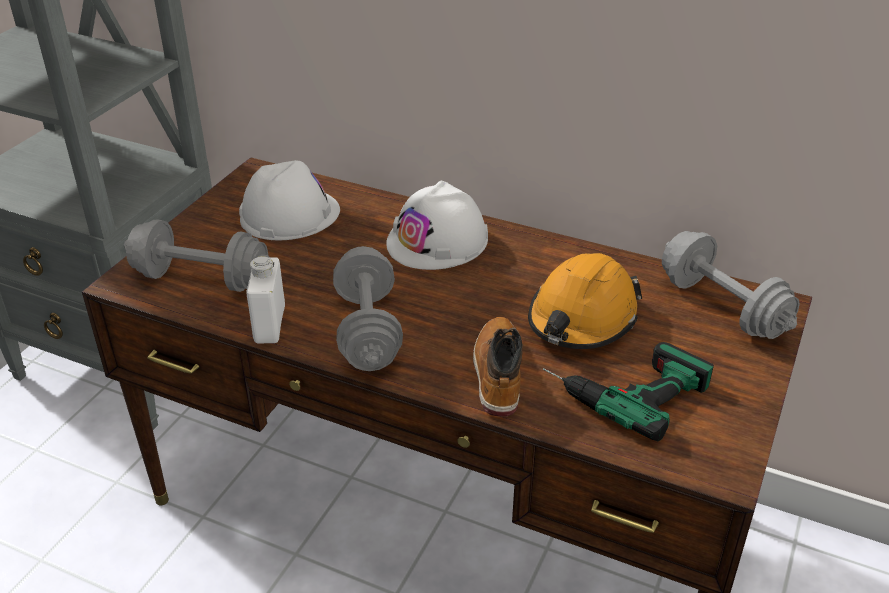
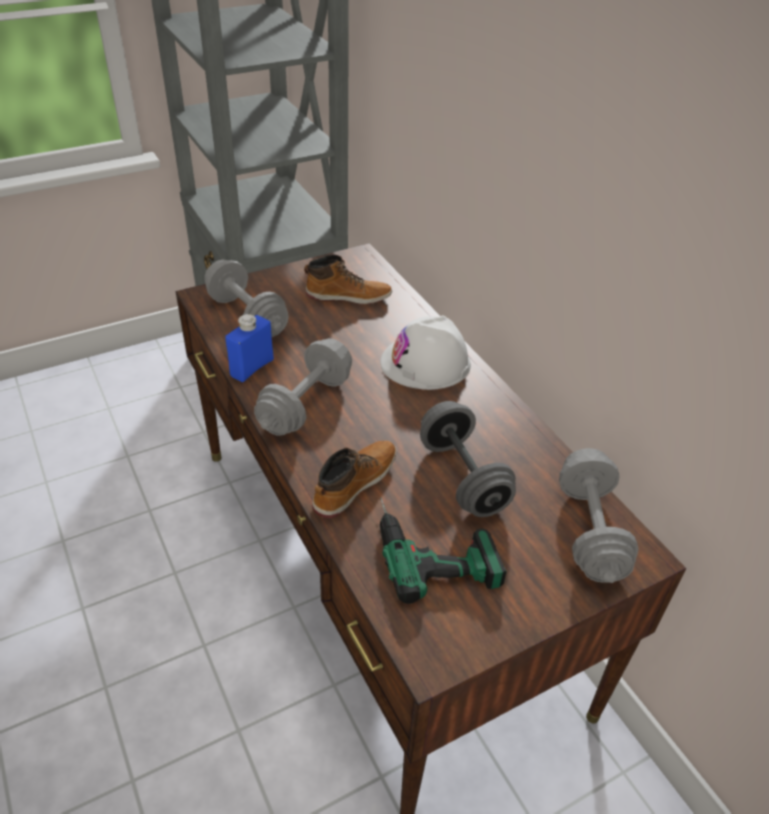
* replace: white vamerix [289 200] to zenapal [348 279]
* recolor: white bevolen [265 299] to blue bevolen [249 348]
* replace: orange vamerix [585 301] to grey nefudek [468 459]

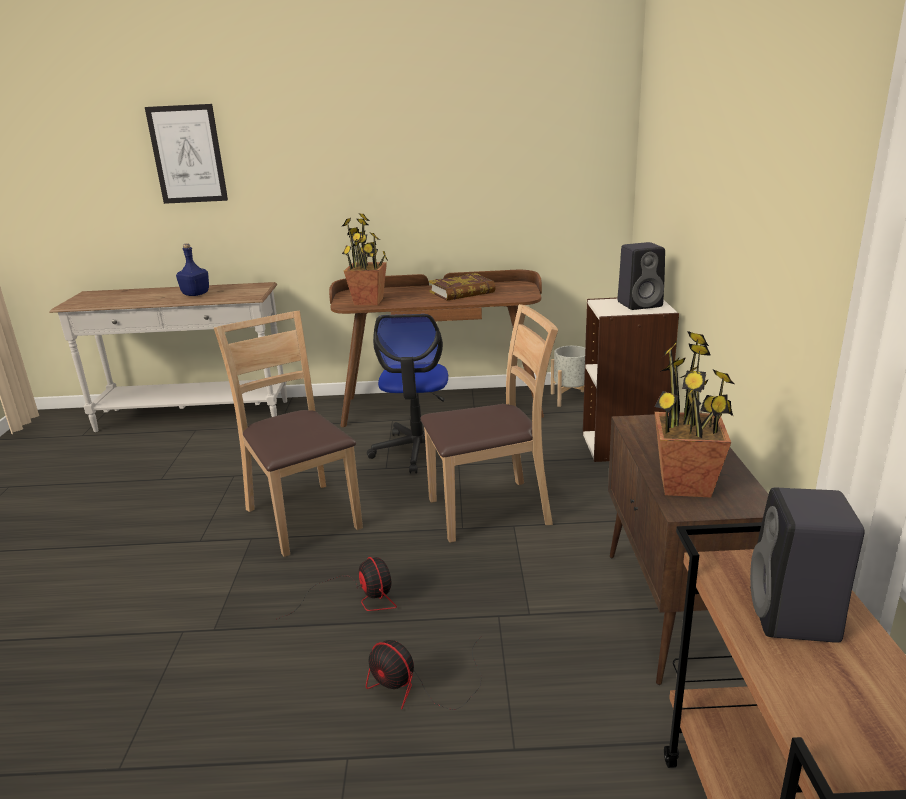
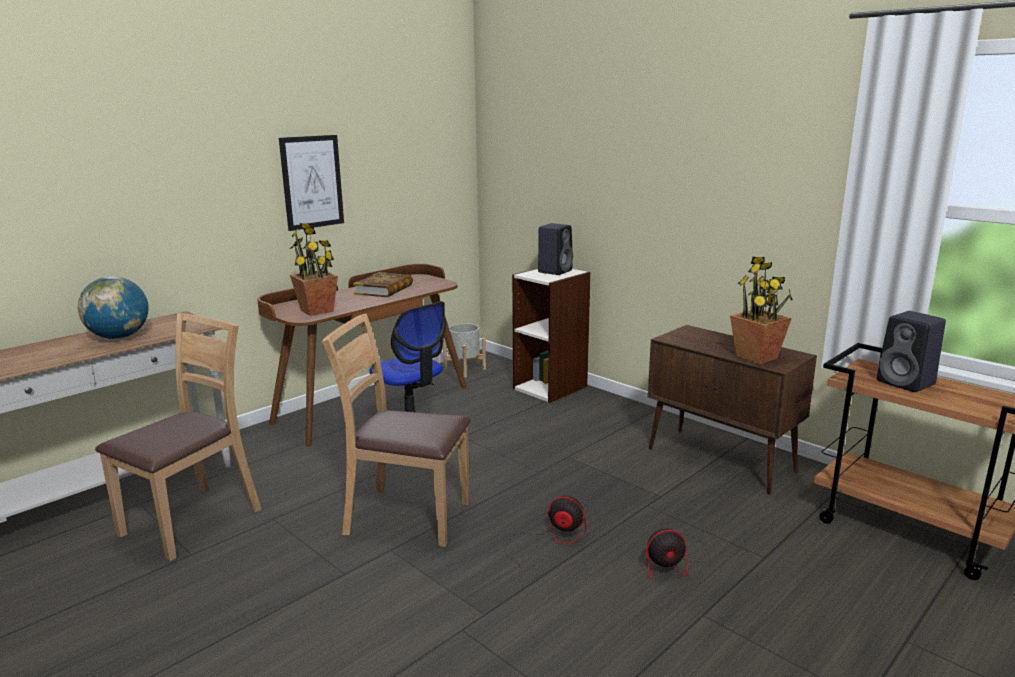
* move: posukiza [186 154] to [311 183]
* replace: blue bevolen [192 269] to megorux [113 307]
* move: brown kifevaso [489 423] to [178 437]

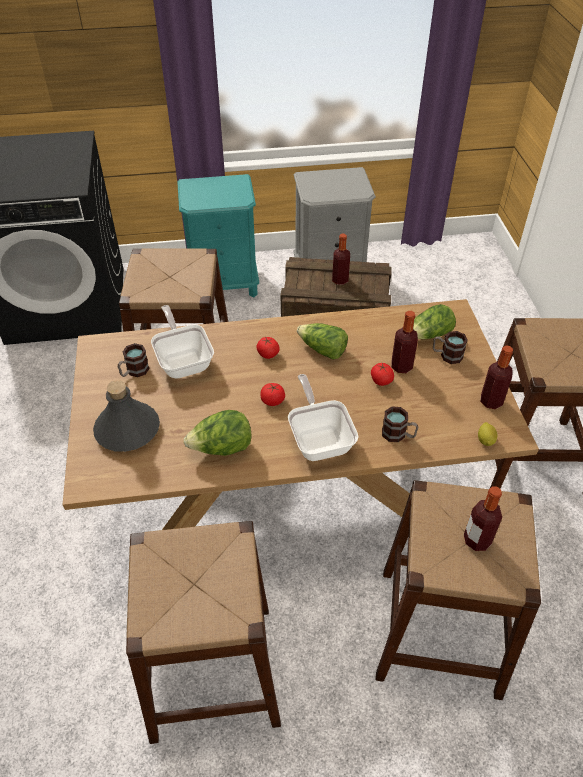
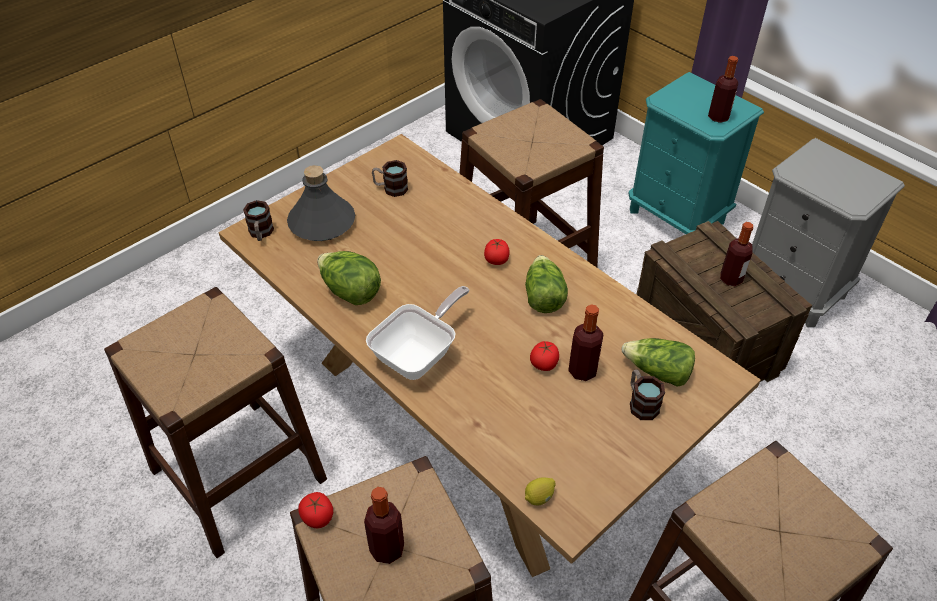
* delete: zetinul [182 342]
* move: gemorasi [273 394] to [315 510]
* move: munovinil [400 424] to [258 220]
* move: bevolen [496 377] to [723 89]

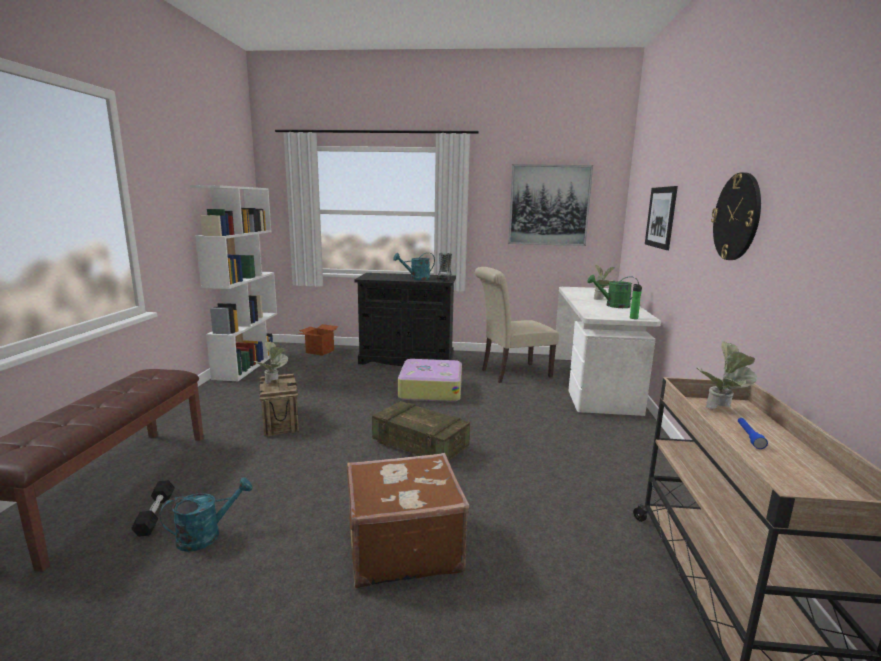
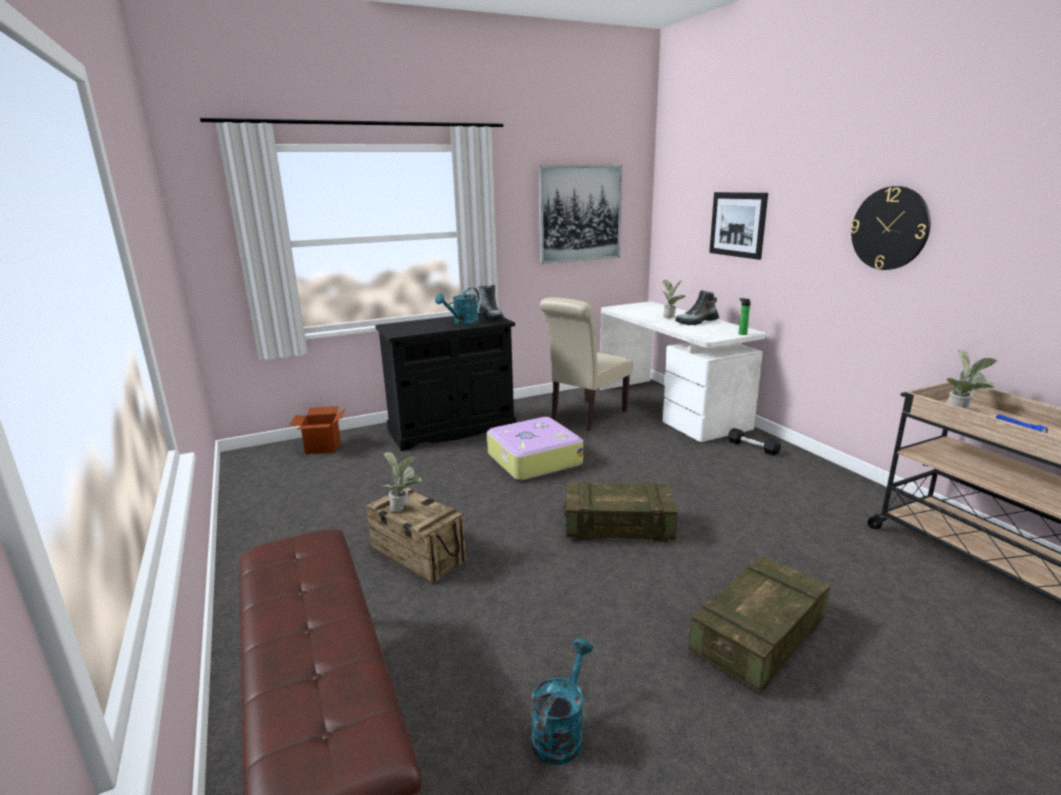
* move: black nefudek [153 508] to [754 442]
* delete: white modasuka [233 283]
* replace: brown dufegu [408 520] to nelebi [759 624]
* replace: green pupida [613 291] to zenapal [697 307]

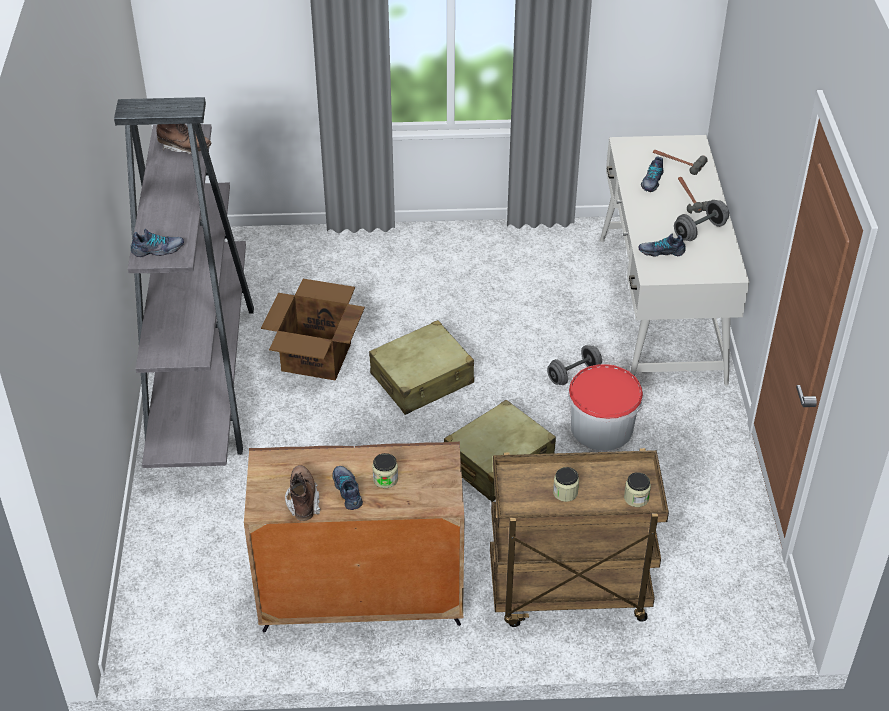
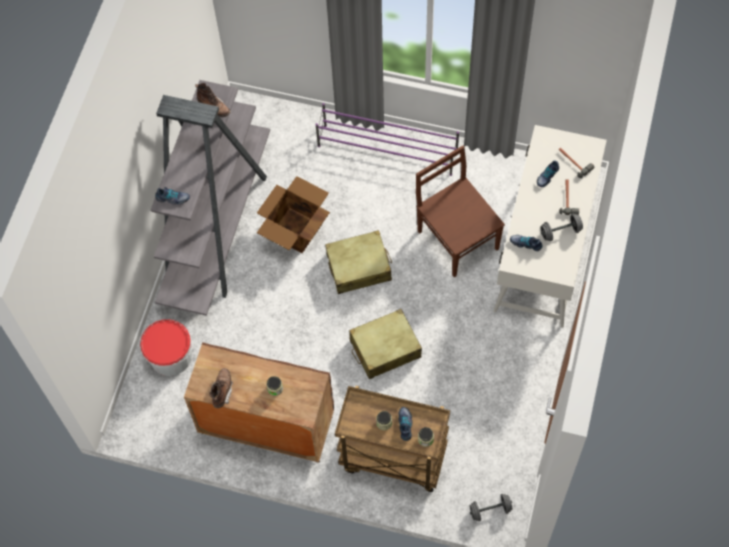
* move: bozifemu [347 488] to [405 424]
* move: grey nefudek [574 365] to [491 507]
* move: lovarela [605 407] to [166 347]
* insert: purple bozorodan [387 139]
* insert: brown kifevaso [460 211]

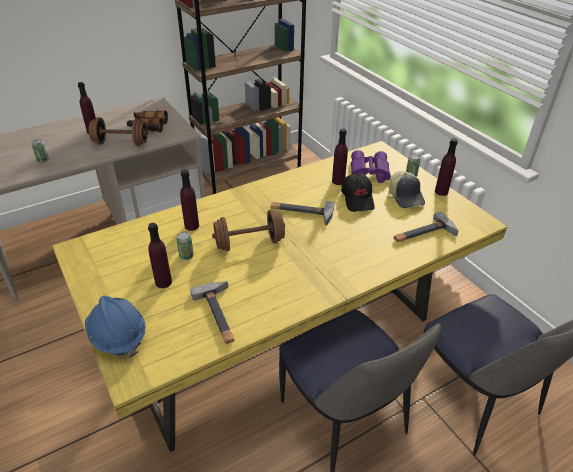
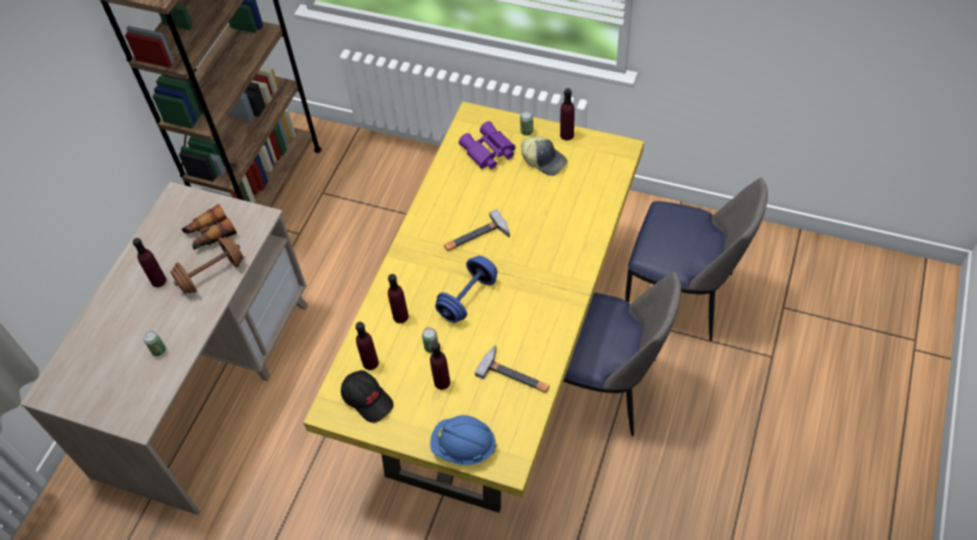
* recolor: brown nefudek [248 231] to blue nefudek [466 289]
* move: purple bevolen [340 156] to [367 346]
* move: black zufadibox [358 193] to [367 396]
* delete: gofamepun [426 227]

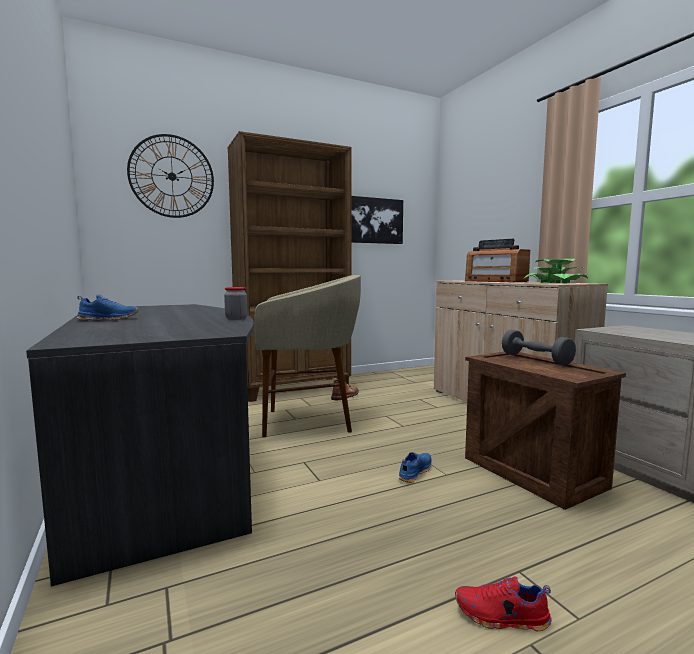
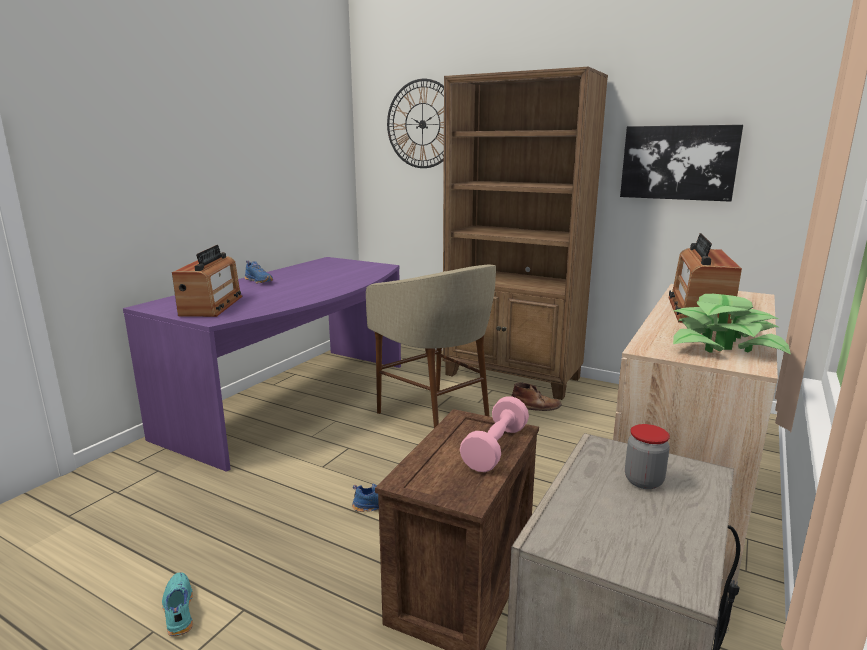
* recolor: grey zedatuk [140 445] to purple zedatuk [262 364]
* move: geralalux [235 303] to [647 456]
* recolor: red bozifemu [503 603] to turquoise bozifemu [177 604]
* recolor: grey nefudek [539 347] to pink nefudek [494 434]
* insert: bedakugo [207 281]

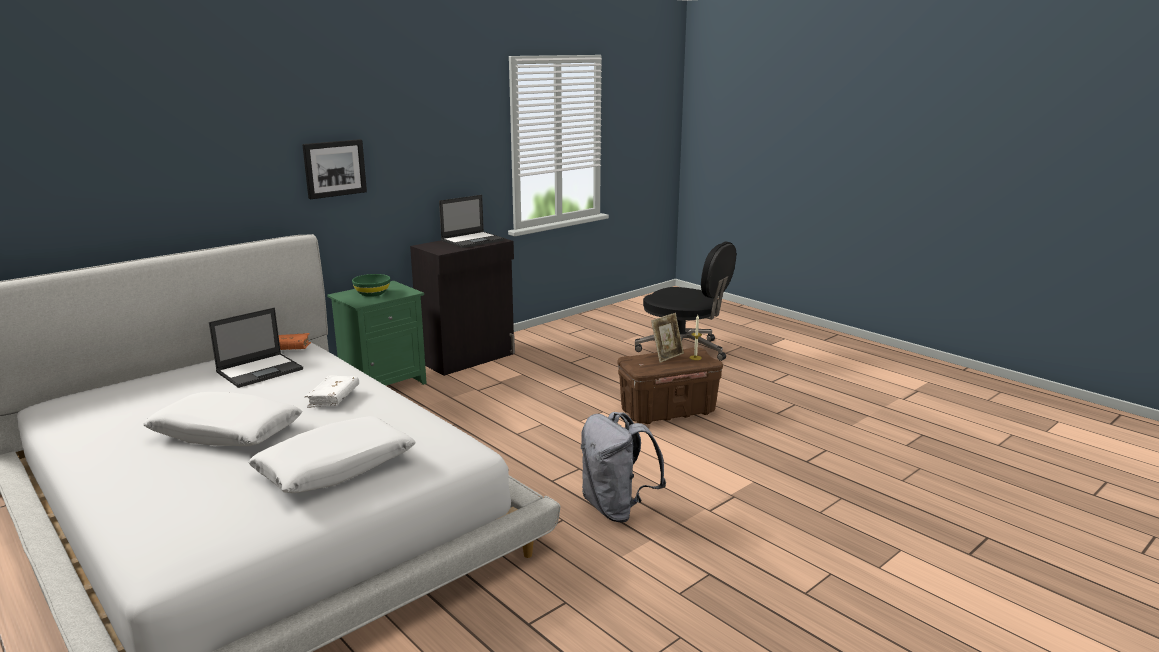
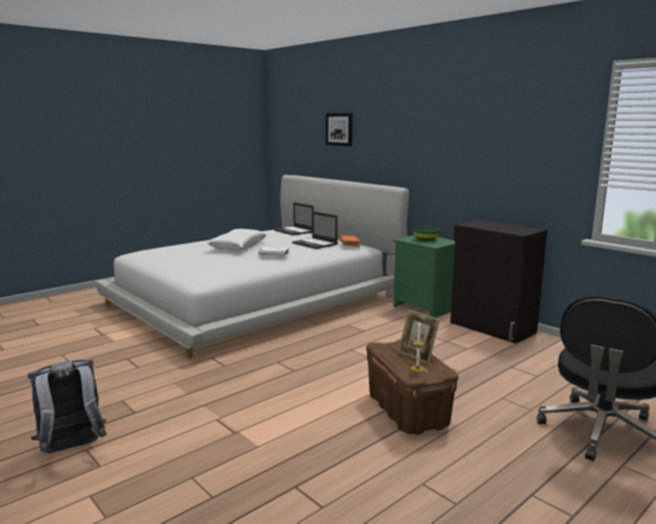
* delete: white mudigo [332 454]
* move: posukiza [334 169] to [339 129]
* move: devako [472 221] to [294 219]
* move: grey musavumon [623 467] to [67 406]

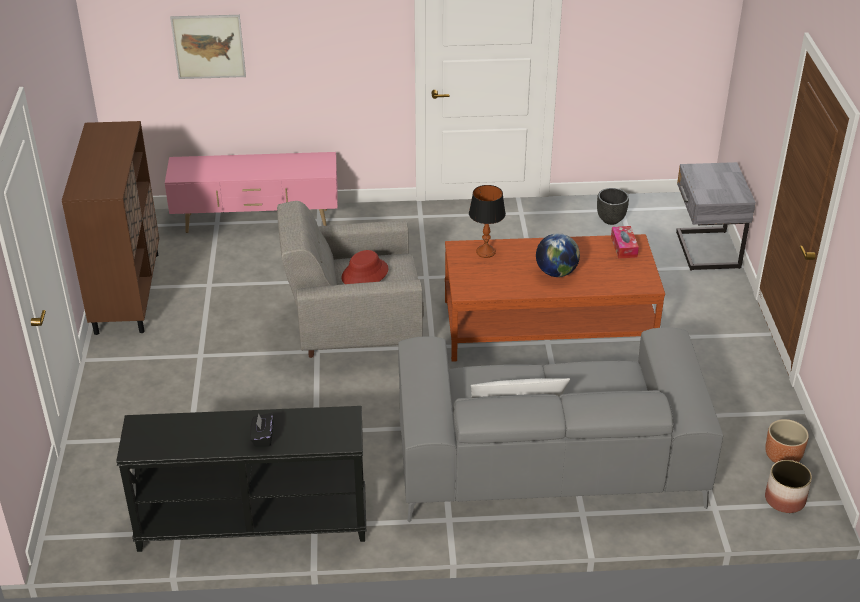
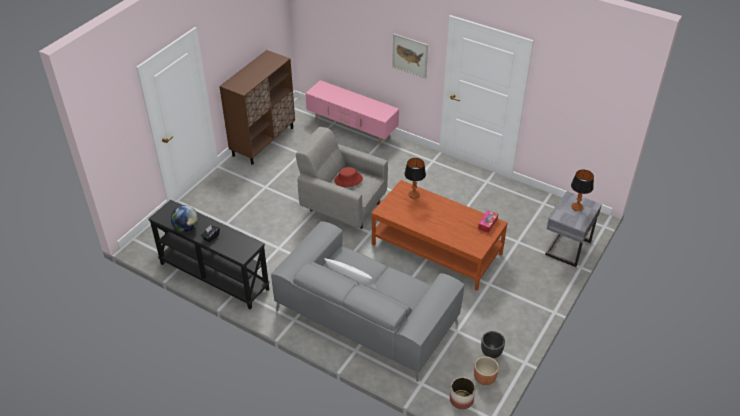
* move: posukiza [208 47] to [410 56]
* move: megorux [558 255] to [185 218]
* move: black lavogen [613 206] to [493 344]
* insert: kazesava [582 190]

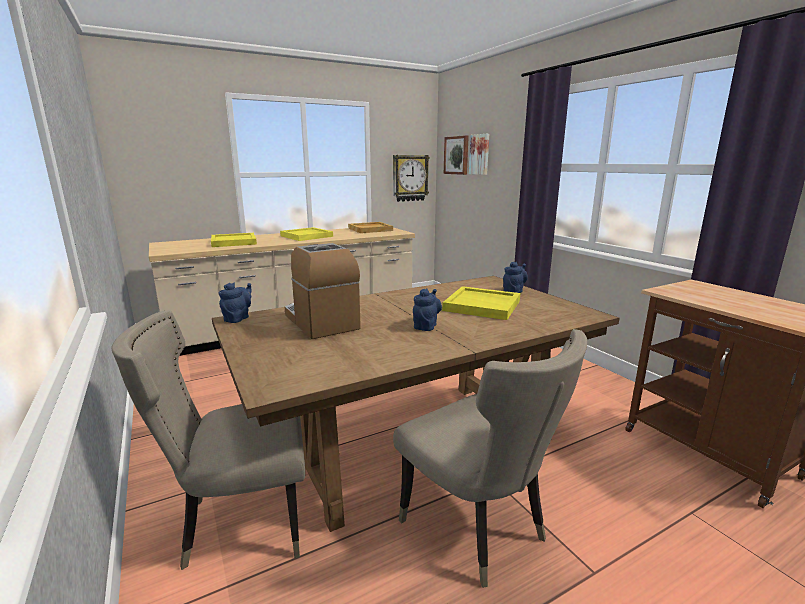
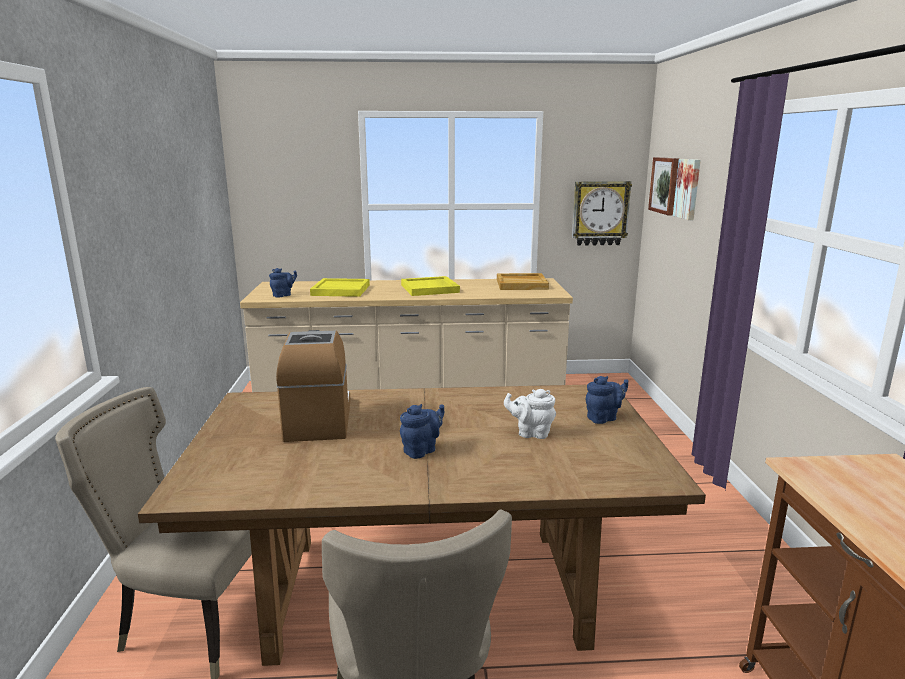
* move: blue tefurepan [235 303] to [283 283]
* replace: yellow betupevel [481 303] to white tefurepan [530 414]

